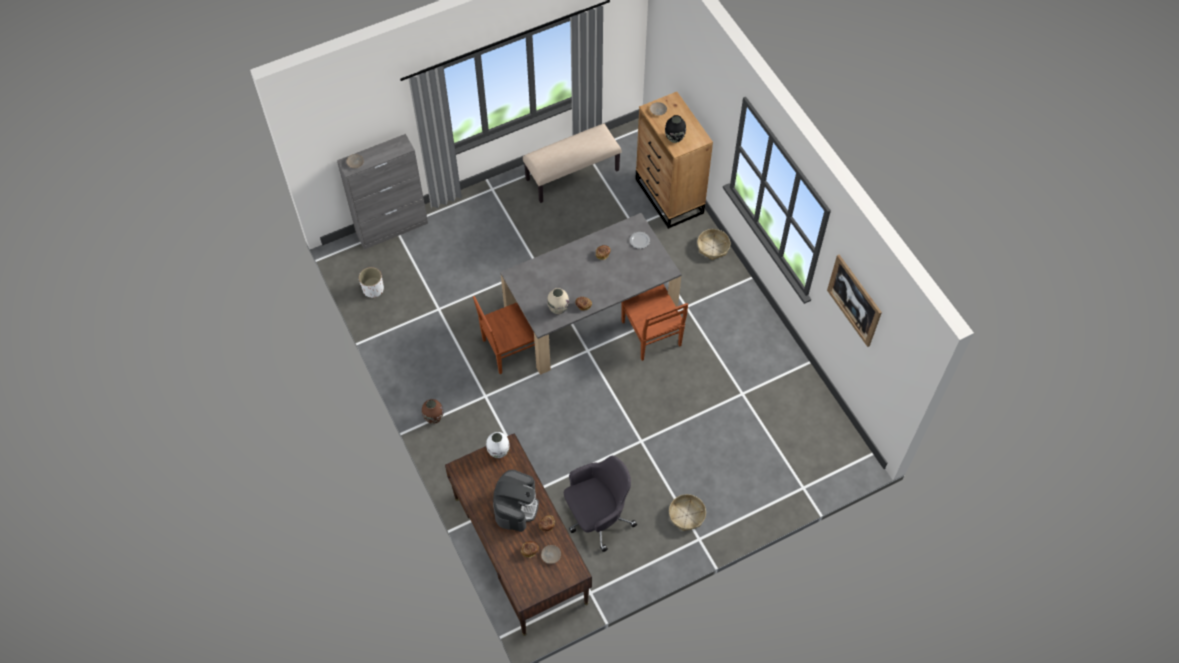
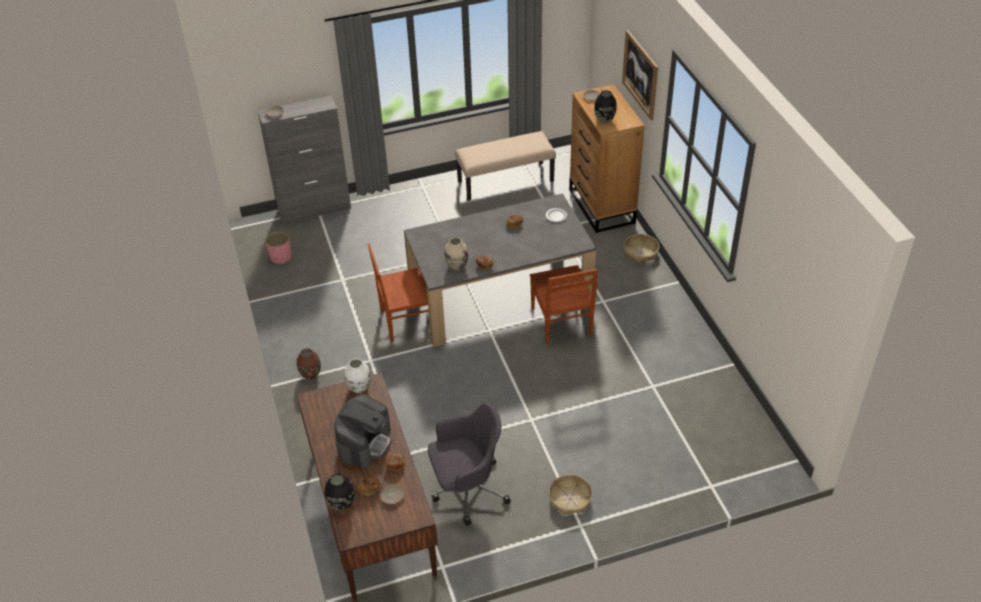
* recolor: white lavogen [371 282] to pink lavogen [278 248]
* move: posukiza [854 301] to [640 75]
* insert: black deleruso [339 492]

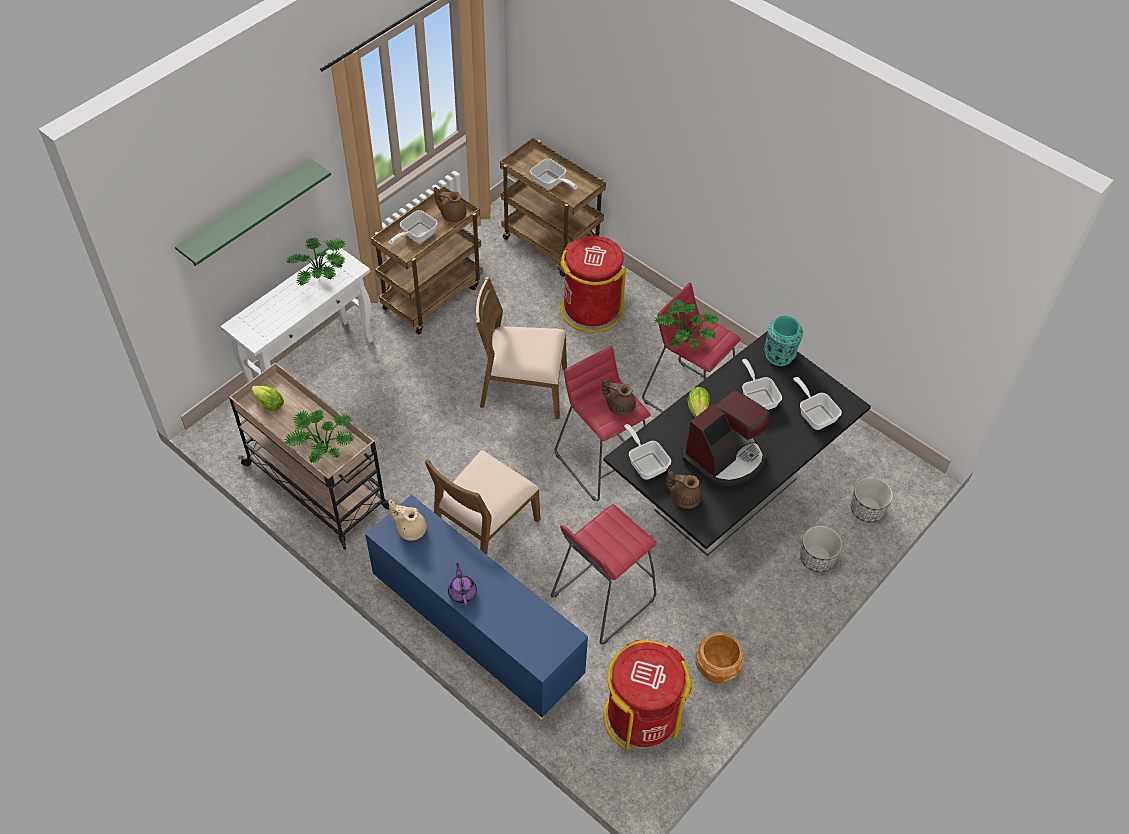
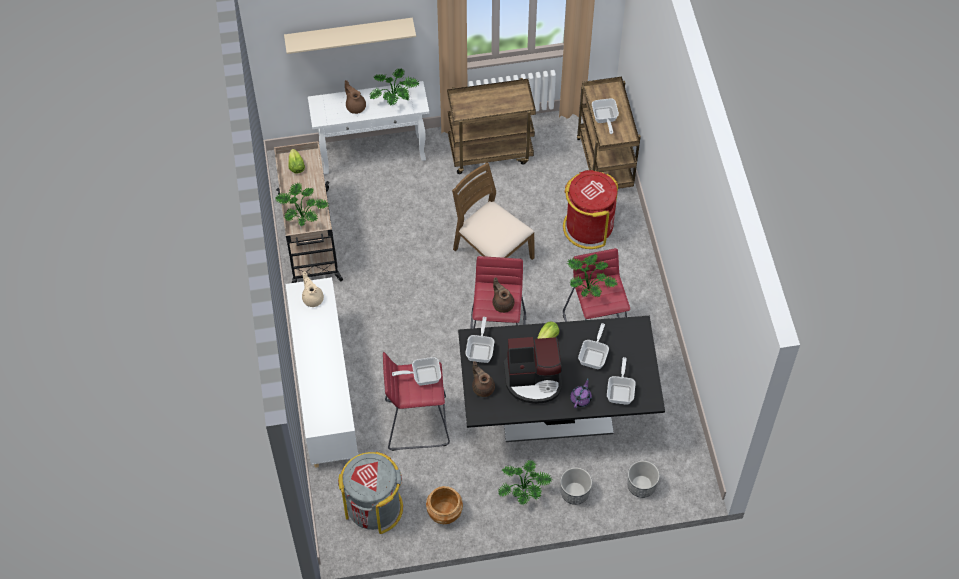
* recolor: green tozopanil [253 212] to beige tozopanil [350 36]
* recolor: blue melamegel [476 607] to white melamegel [322 372]
* move: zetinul [413 227] to [416 371]
* delete: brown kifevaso [482 502]
* move: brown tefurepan [450 204] to [355 97]
* move: purple tefurepan [462 584] to [581 393]
* recolor: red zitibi [647 694] to grey zitibi [370 493]
* delete: turquoise deleruso [783 341]
* insert: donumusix [525 482]

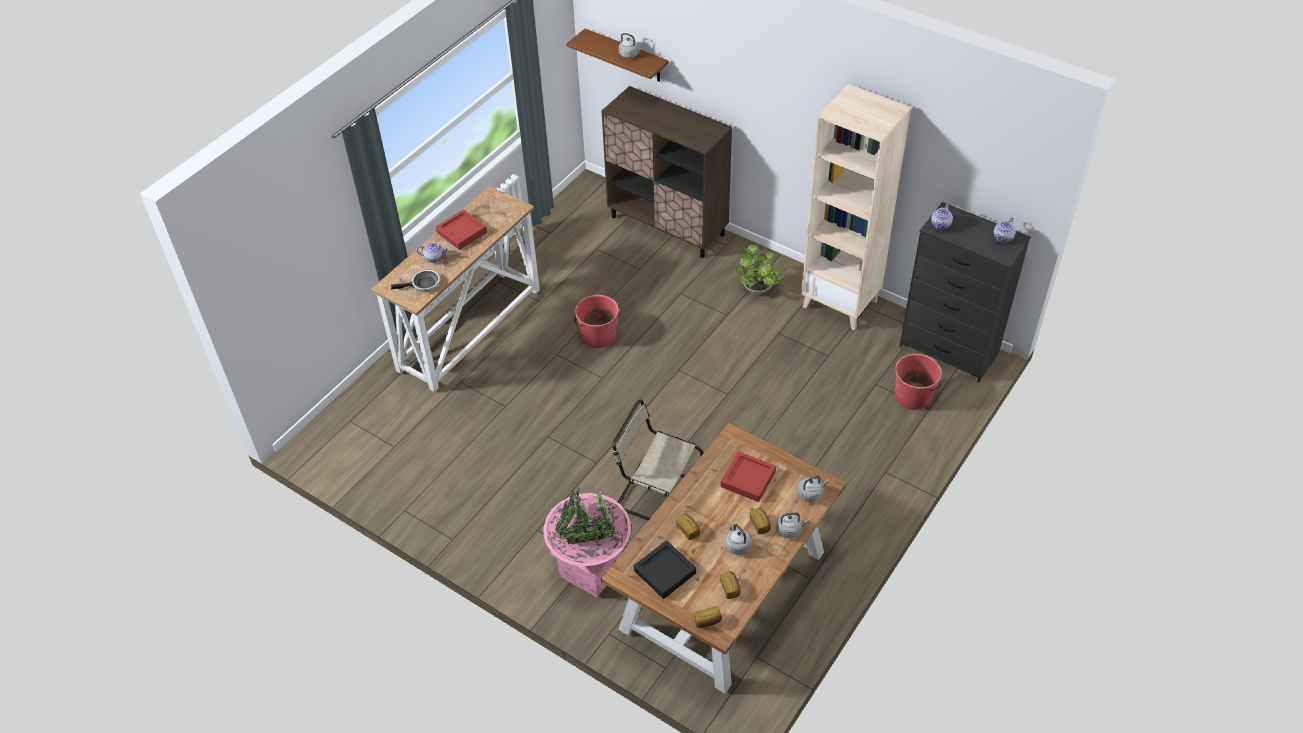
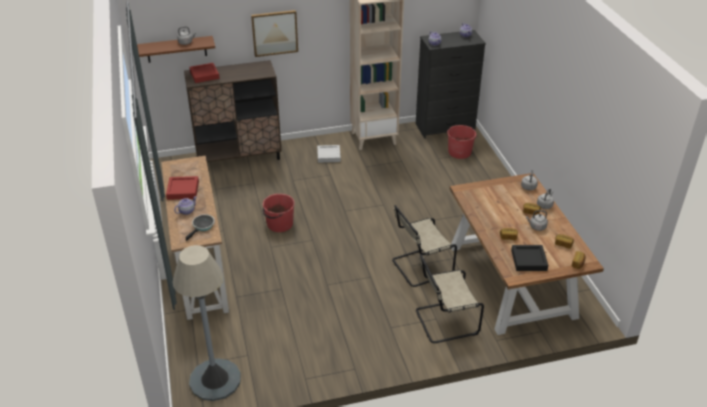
* replace: pink lavogen [587 542] to beige kifevaso [450 298]
* move: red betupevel [748 476] to [204 73]
* replace: donumusix [759 269] to grey betupevel [329 154]
* insert: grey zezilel [206 323]
* insert: posukiza [274 33]

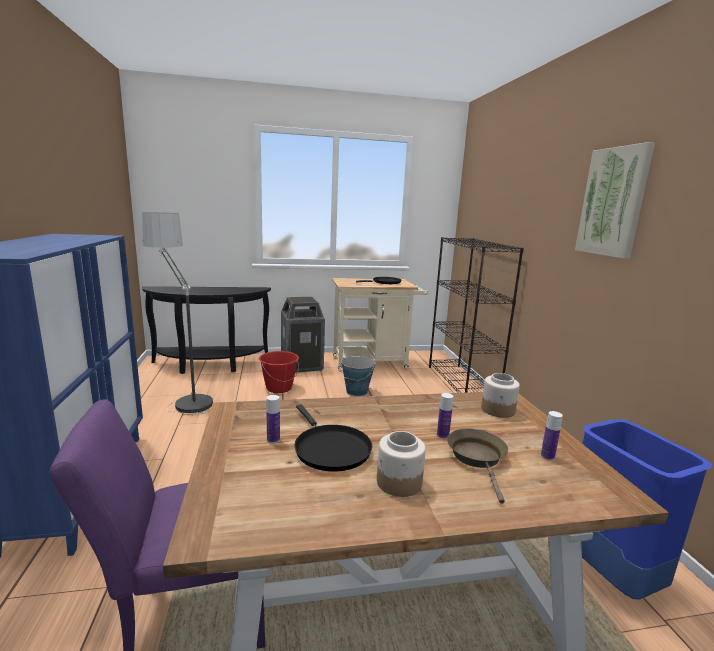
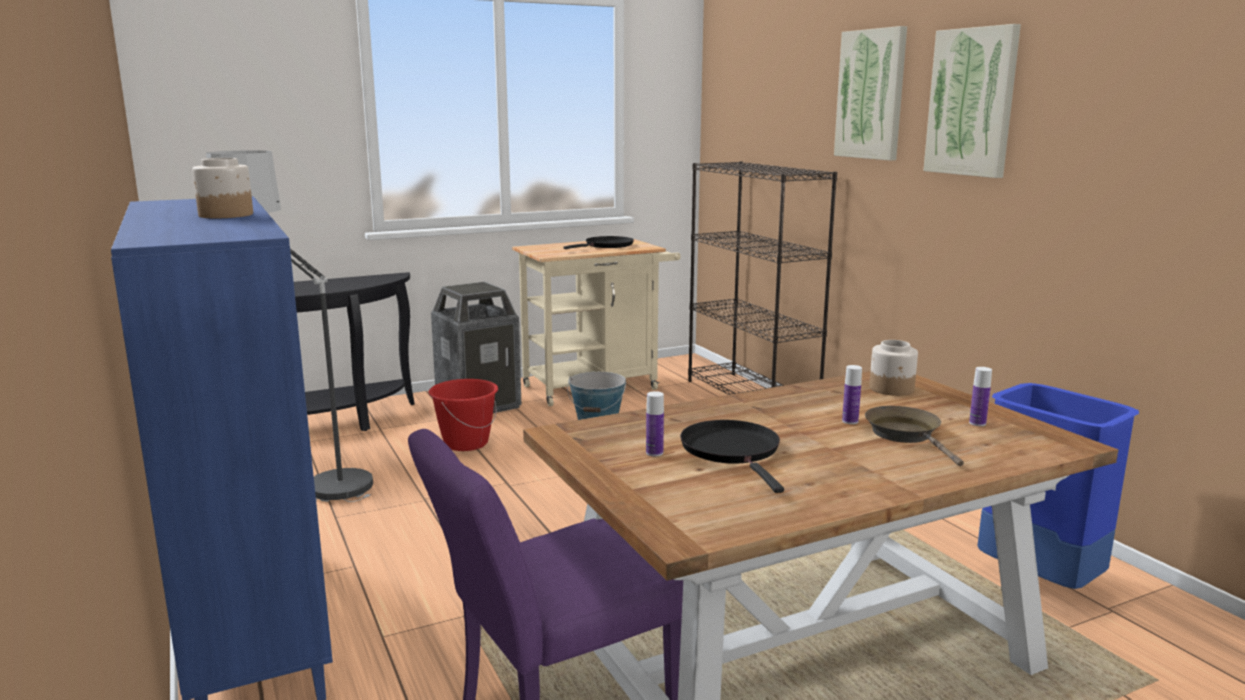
* rotate: black zetinul [333 437] = [732 456] 150 degrees counterclockwise
* move: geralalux [401 464] to [222 188]
* insert: posukiza [870 93]

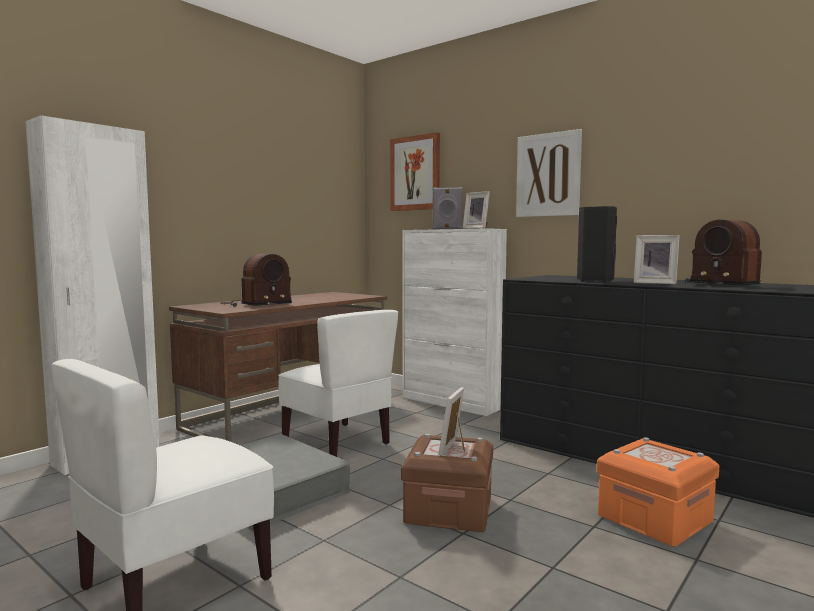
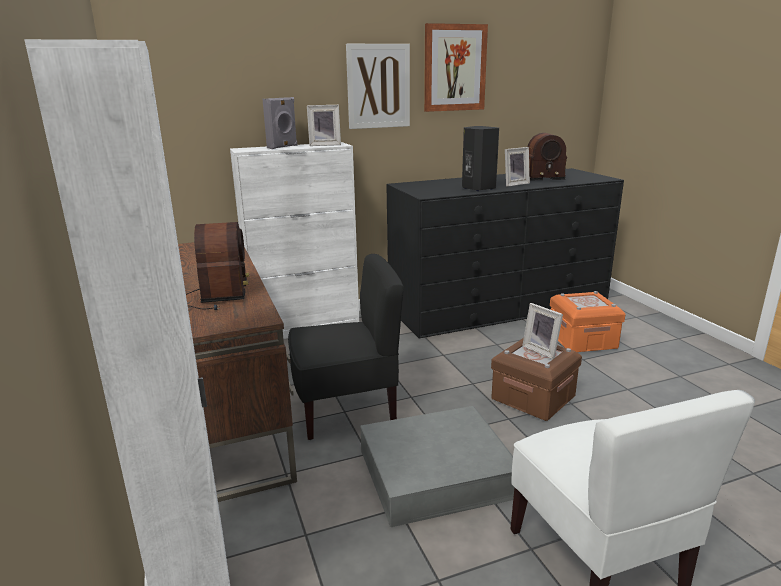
* recolor: white kifevaso [338 383] to black kifevaso [346 347]
* move: posukiza [415 171] to [456 67]

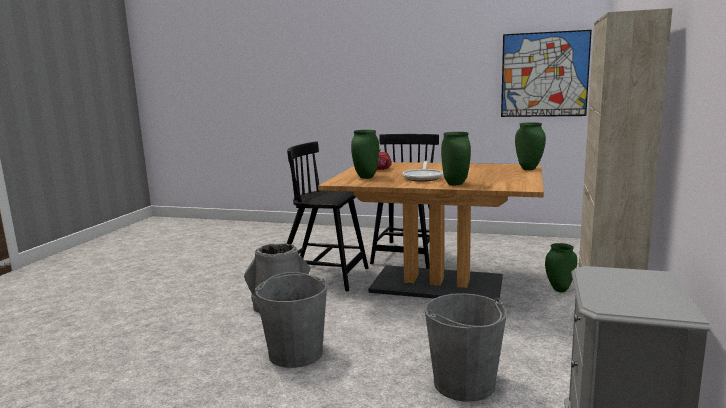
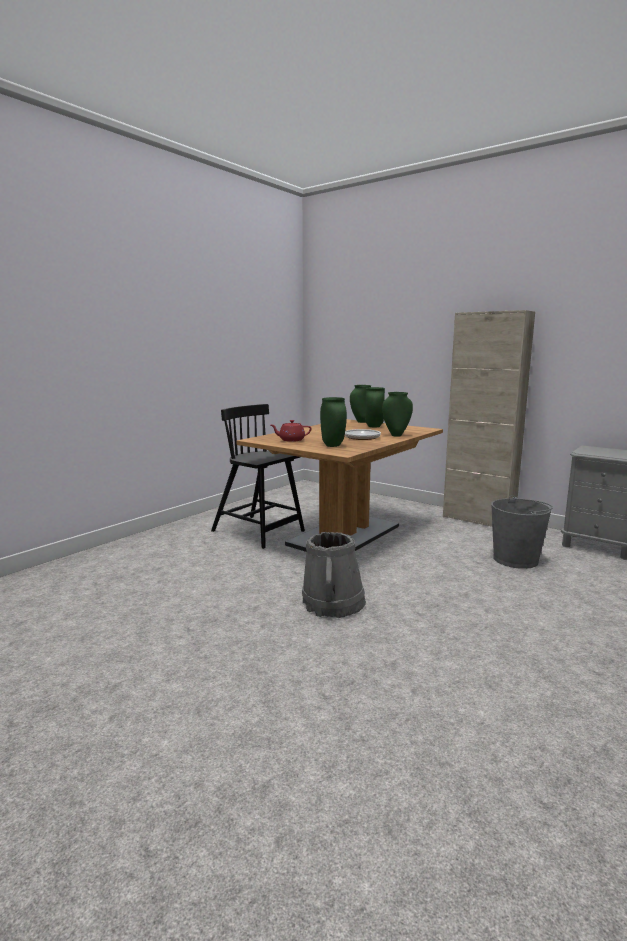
* delete: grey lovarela [291 320]
* delete: black kifevaso [327 216]
* delete: posukiza [546 73]
* move: green deleruso [561 268] to [375 407]

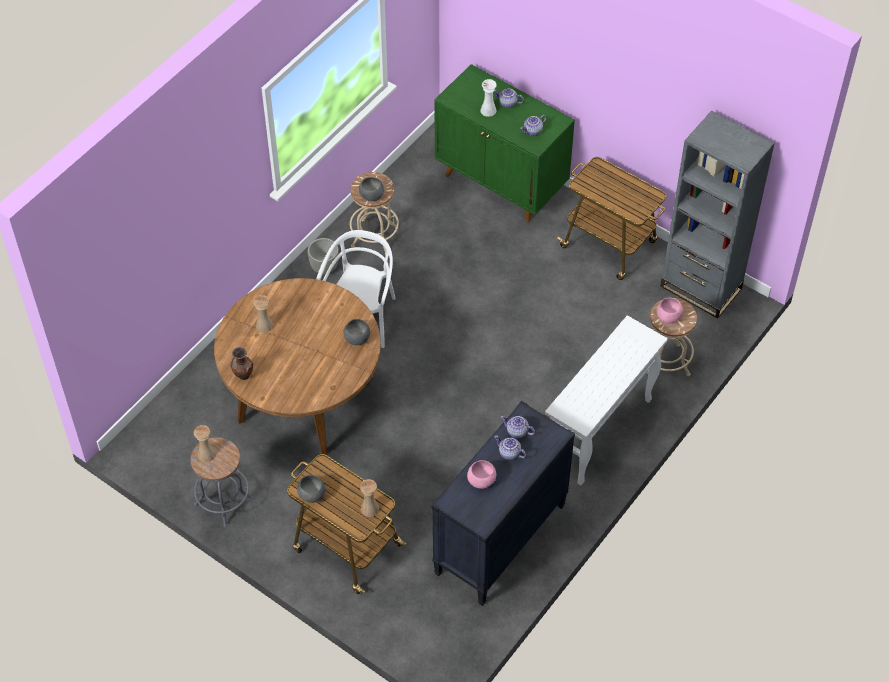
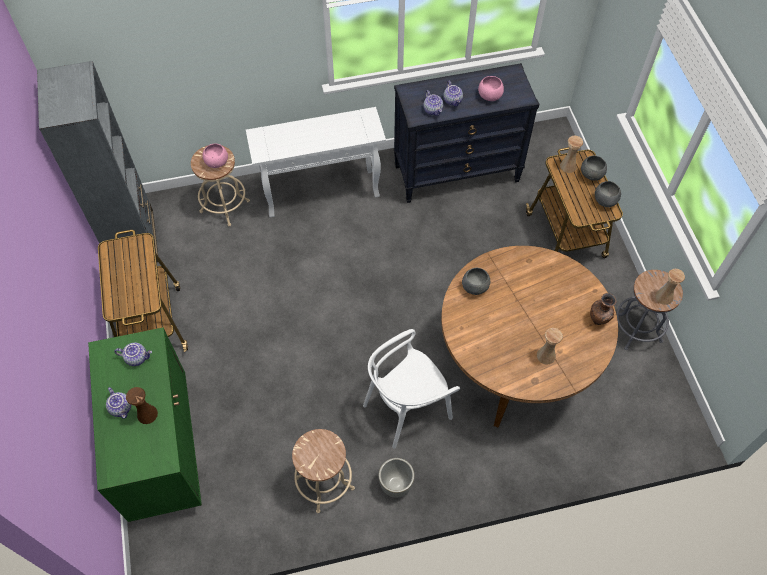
* move: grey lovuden [371 189] to [594 168]
* recolor: white deleruso [488 98] to brown deleruso [142 405]

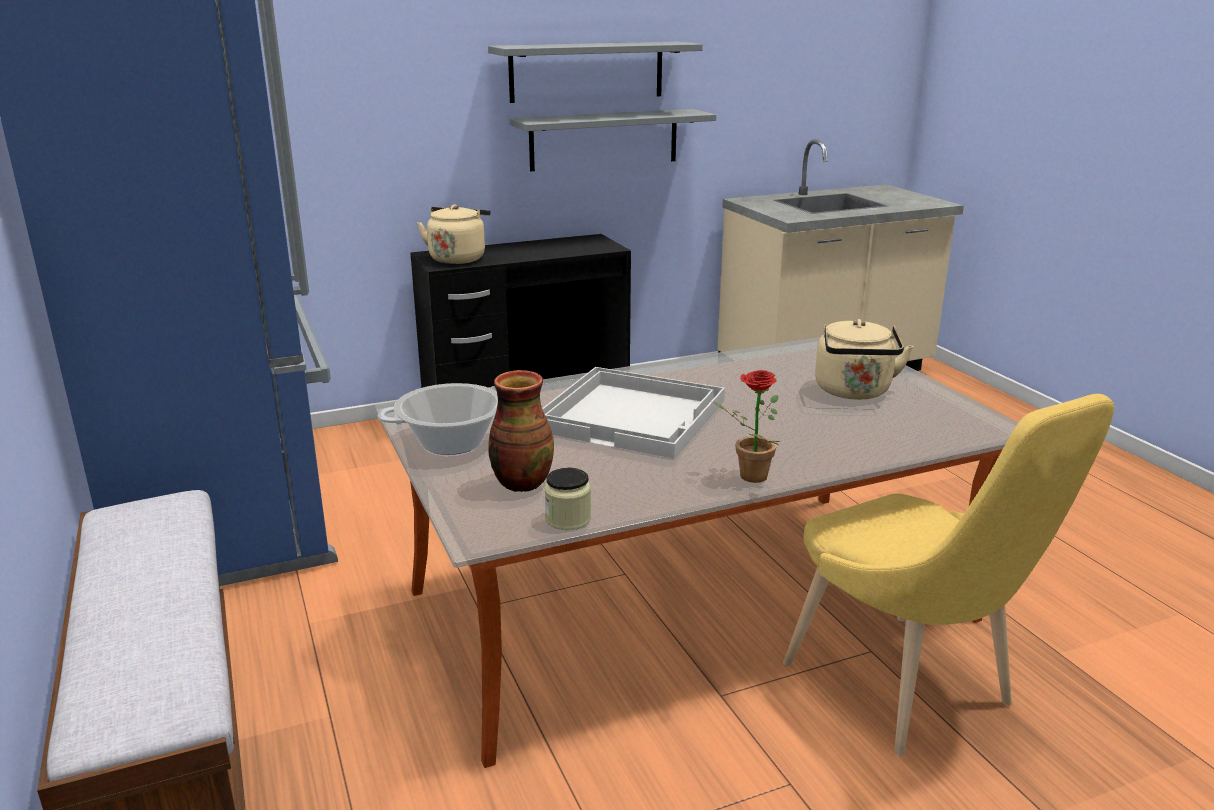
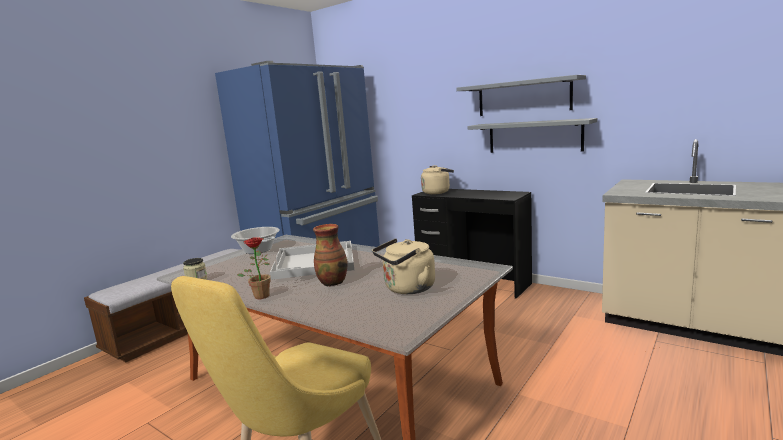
* move: deleruso [521 431] to [330 255]

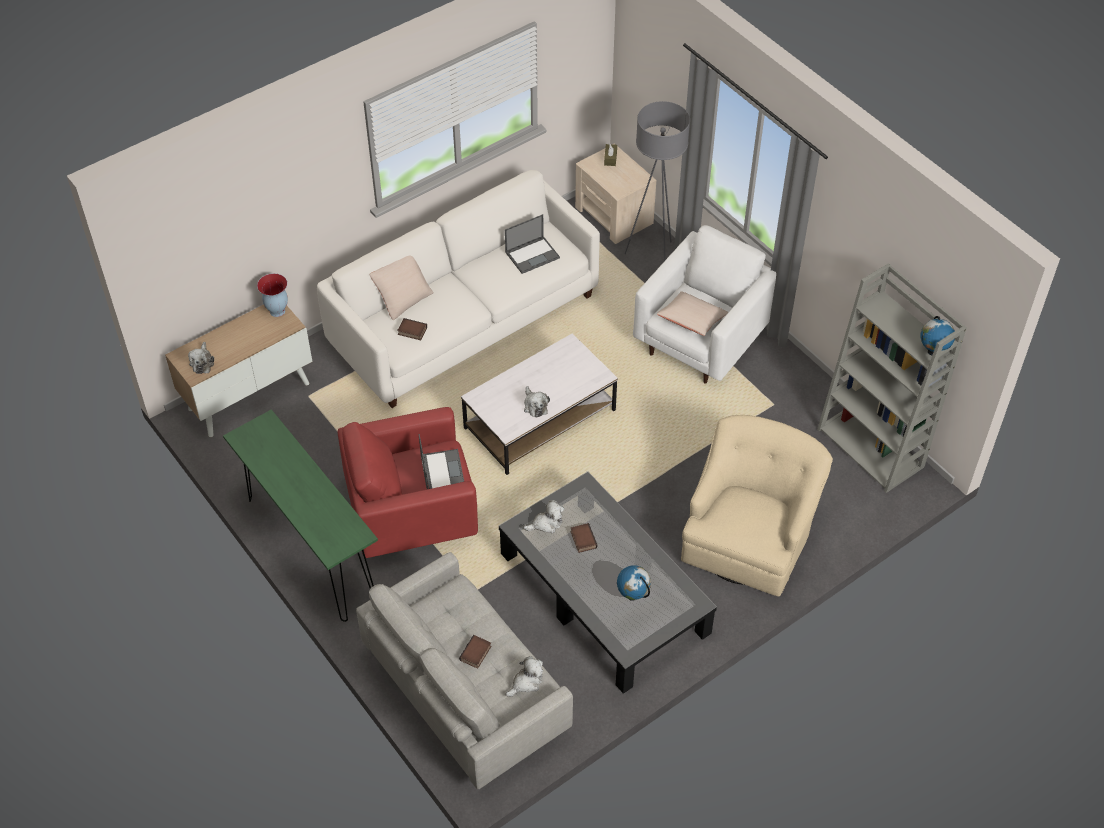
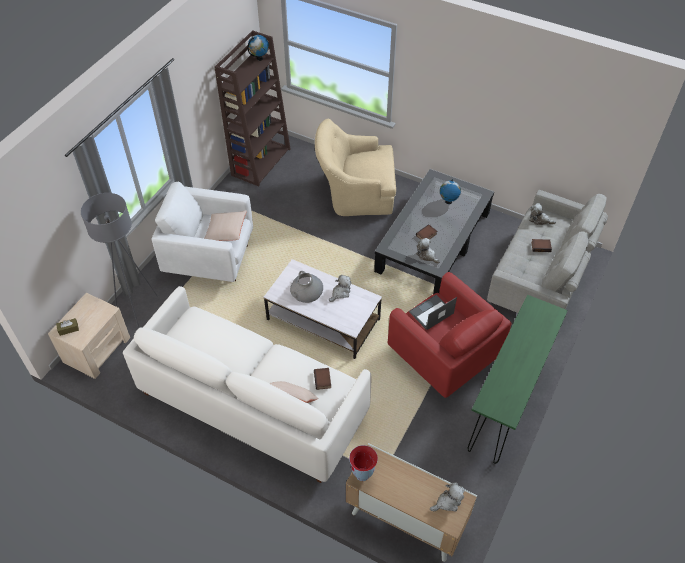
* delete: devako [532 244]
* recolor: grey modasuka [892 378] to brown modasuka [252 108]
* insert: grey deleruso [306 287]

